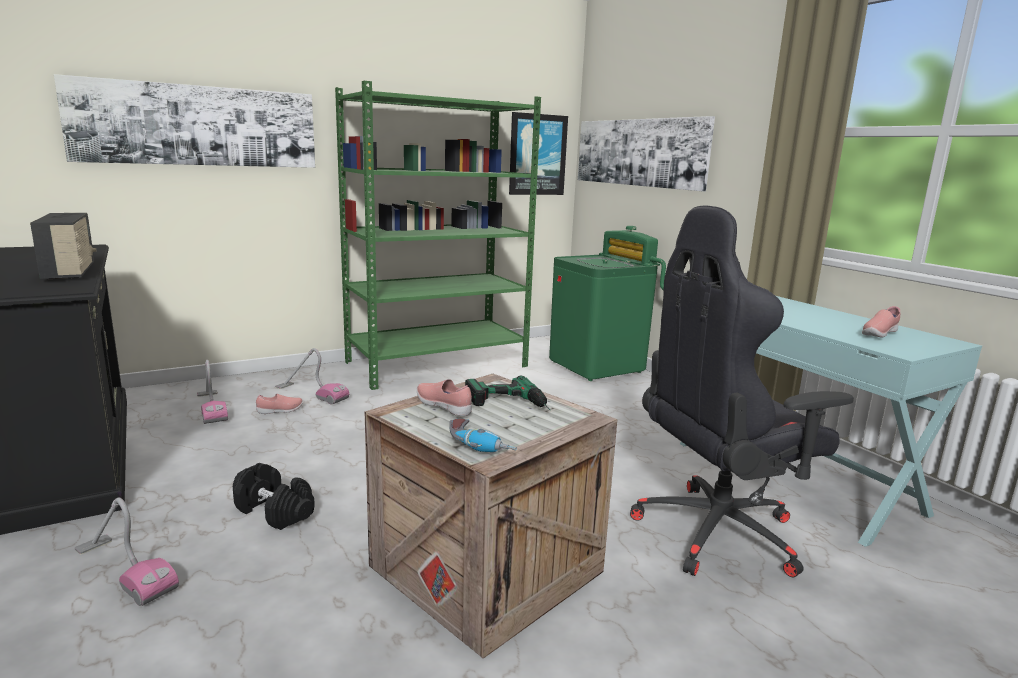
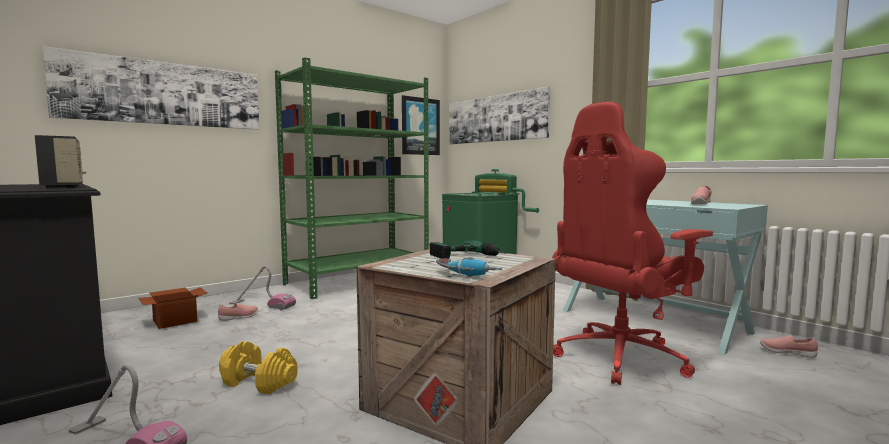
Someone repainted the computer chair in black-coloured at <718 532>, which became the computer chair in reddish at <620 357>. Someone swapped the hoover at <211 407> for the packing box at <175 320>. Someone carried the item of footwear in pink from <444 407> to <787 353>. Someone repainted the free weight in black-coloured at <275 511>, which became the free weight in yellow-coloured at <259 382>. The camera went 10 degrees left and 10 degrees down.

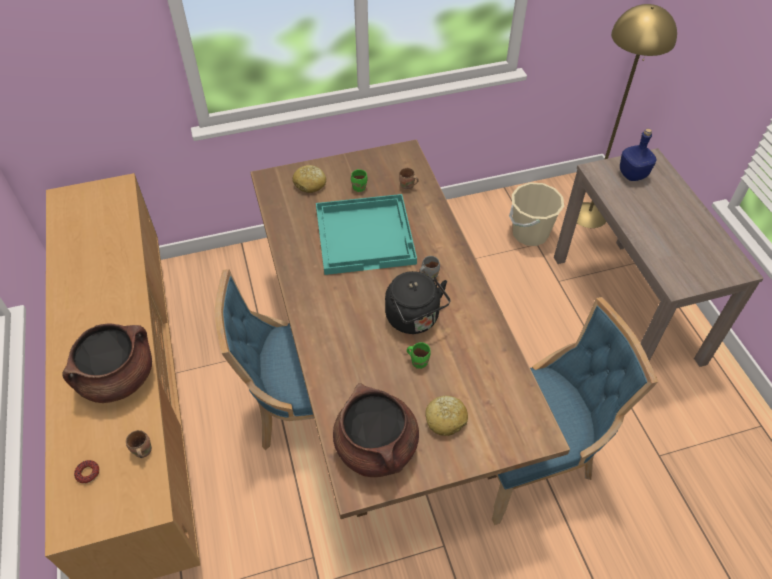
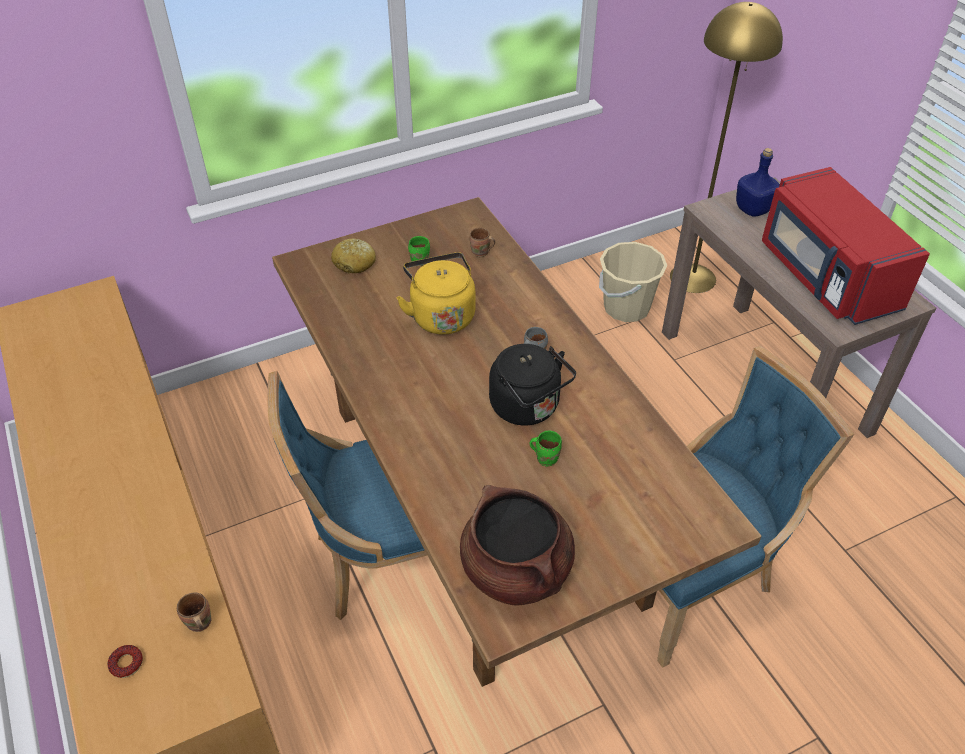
Someone swapped the tray in turquoise-coloured at <365 235> for the kettle in yellow-coloured at <441 315>. Someone took away the cooking pot in brown at <118 378>. Someone took away the bakery bread at <446 419>. Someone put down the microwave in reddish at <825 276>. The camera went 10 degrees left and 5 degrees down.

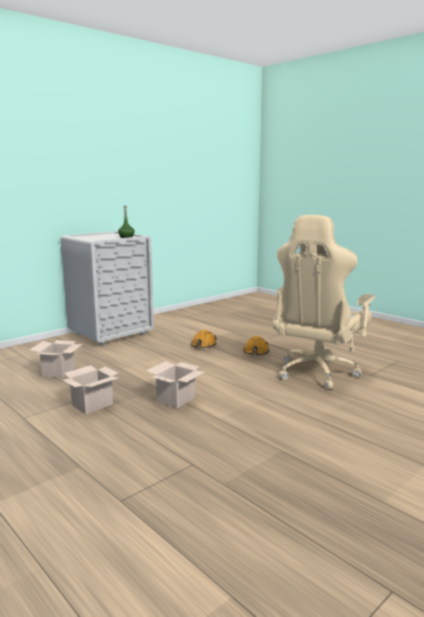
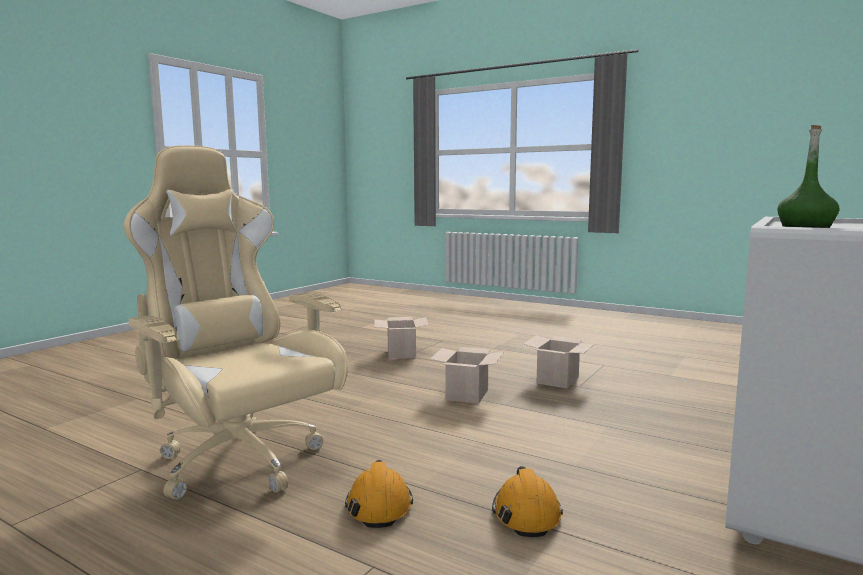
Someone rotated the computer chair in beige at <318 371> by 60 degrees counterclockwise. Someone carried the packing box from <58 372> to <400 353>. The camera went 165 degrees right and 5 degrees down.

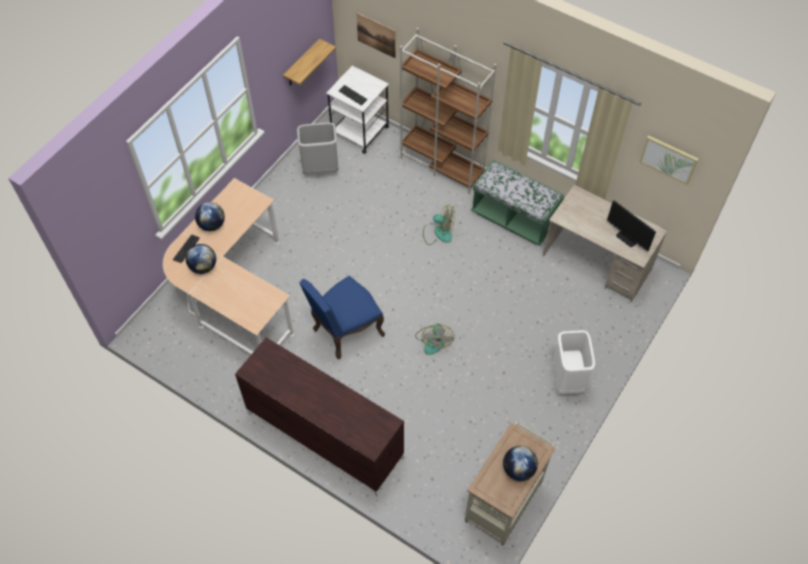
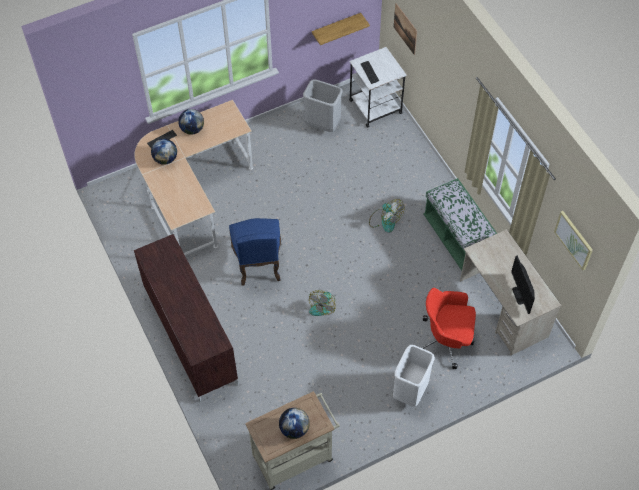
Someone took away the bookcase in brown at <442 166>. Someone rotated the chair in bluish at <345 331> by 90 degrees counterclockwise. Someone put down the computer chair in reddish at <446 340>. The camera went 30 degrees right and 0 degrees up.

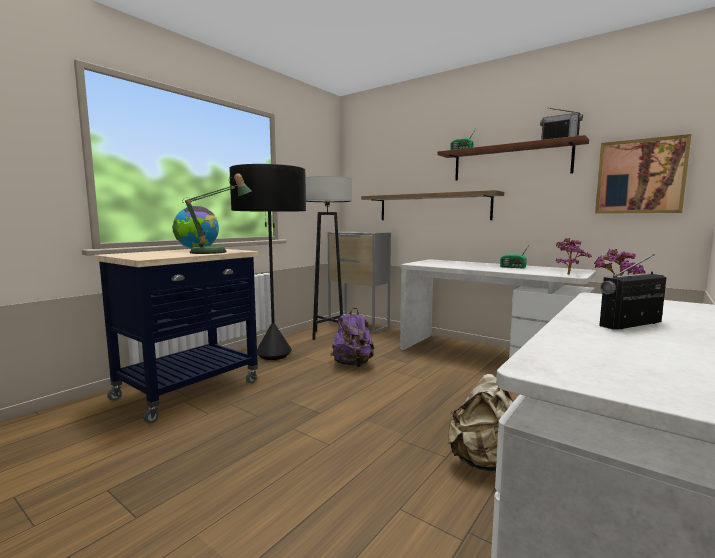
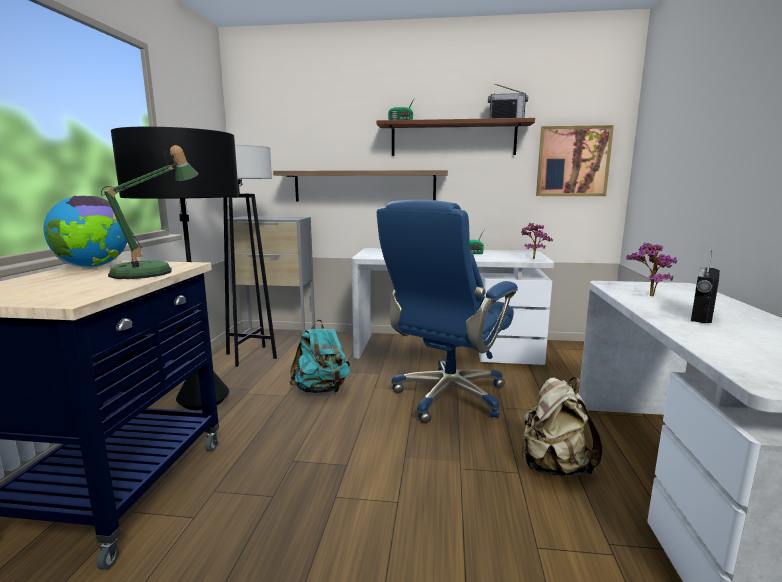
Someone repainted the backpack in purple-coloured at <352 364>, which became the backpack in turquoise-coloured at <321 390>. Someone put down the computer chair in bluish at <446 398>. The camera went 30 degrees left and 5 degrees up.

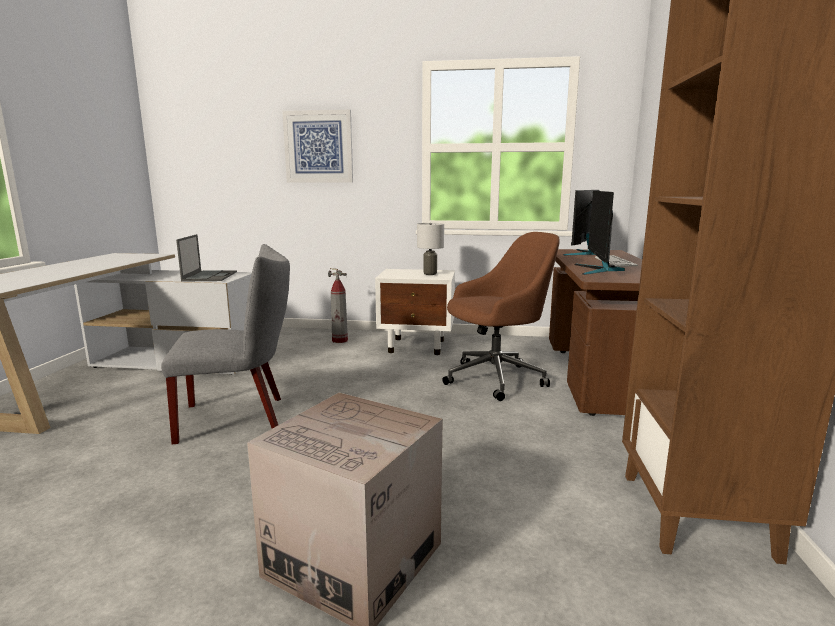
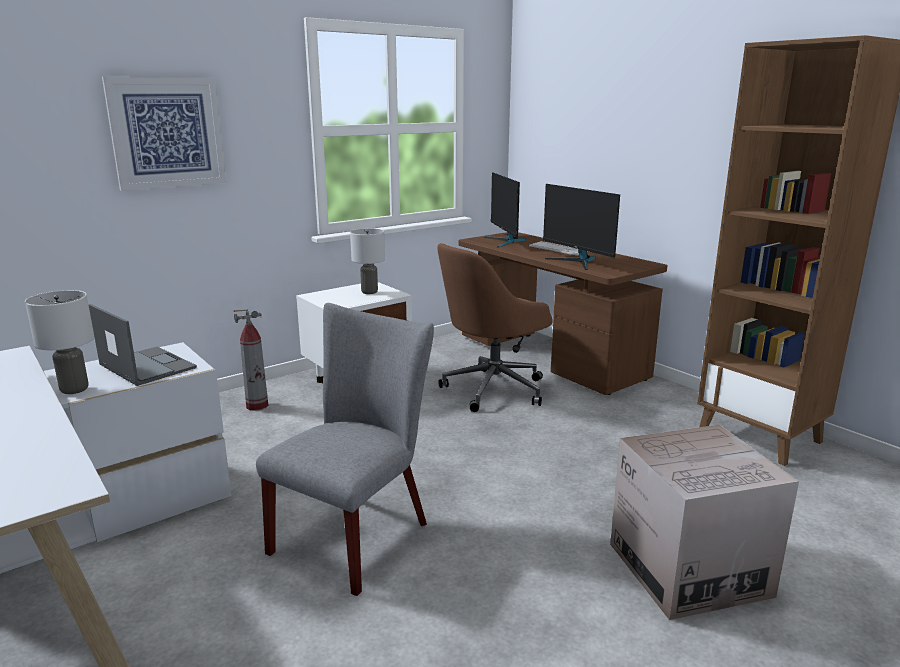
Someone rotated the computer chair in brown at <496 379> by 150 degrees counterclockwise. Someone put down the lamp for a table in whitish at <74 389>. The camera went 45 degrees left and 5 degrees up.

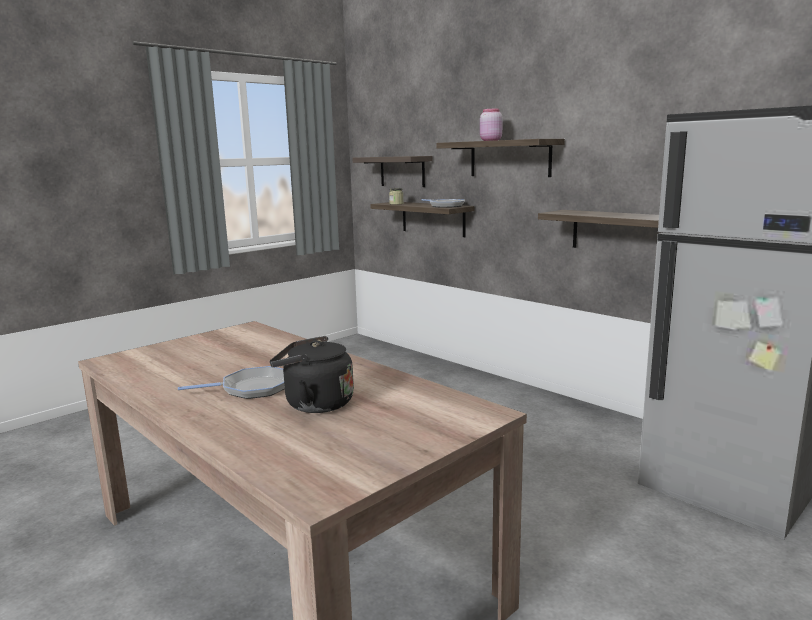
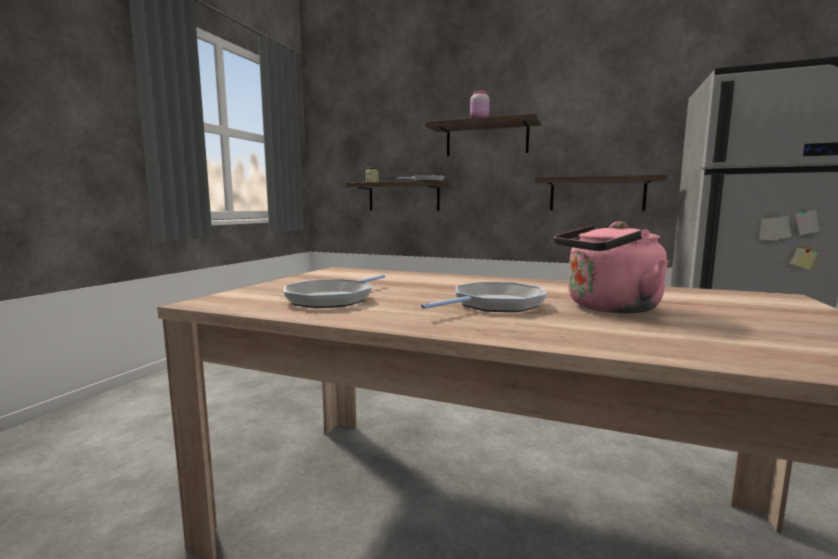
Someone took away the bracket shelf at <402 171>. Someone repainted the kettle in black-coloured at <314 404>, which became the kettle in pink at <607 308>. Someone put down the frying pan at <333 299>. The camera went 25 degrees left and 5 degrees down.

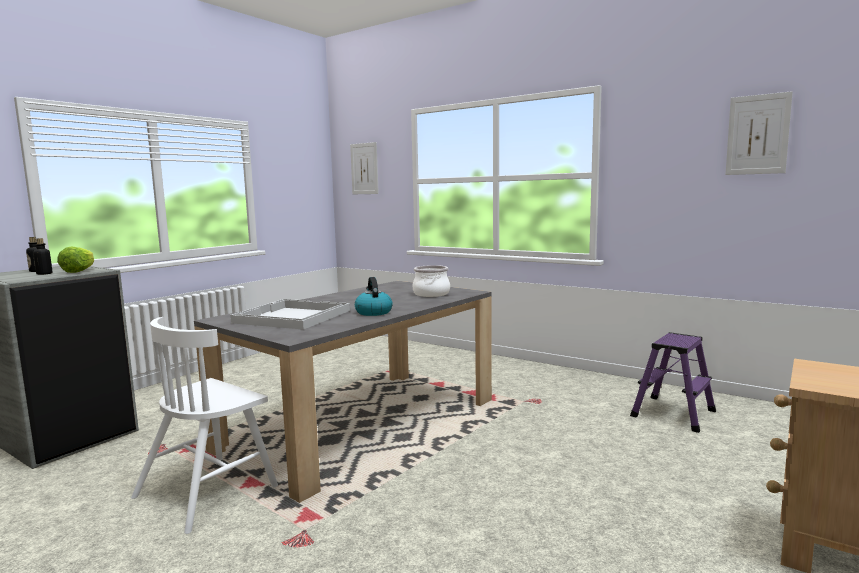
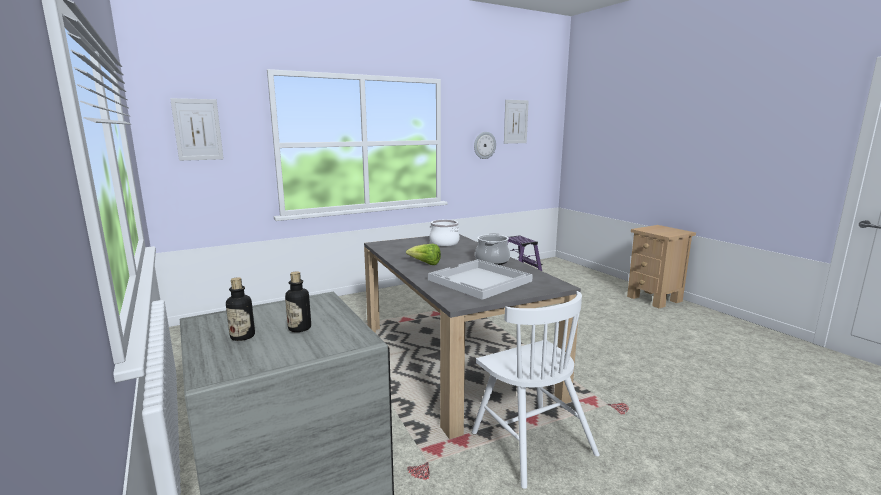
Someone carried the lettuce head from <79 271> to <425 264>. Someone swapped the kettle at <373 312> for the cooking pot at <492 261>. Someone put up the clock on the wall at <484 145>. The camera went 65 degrees left and 5 degrees up.

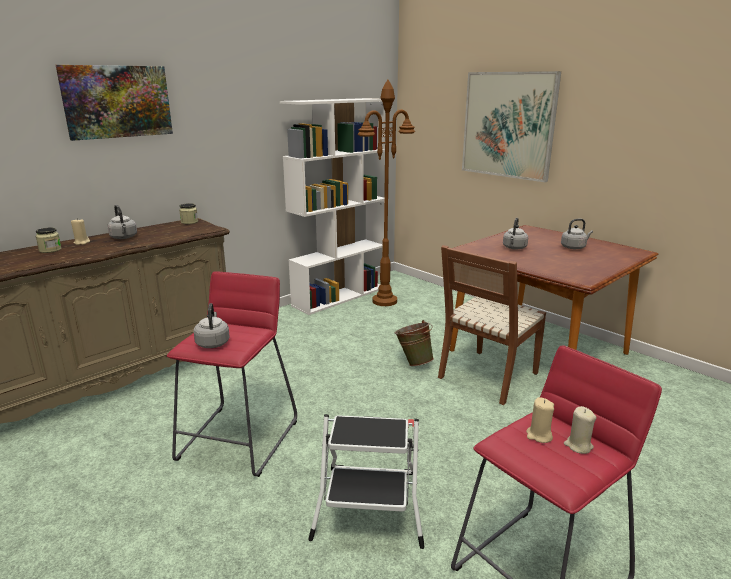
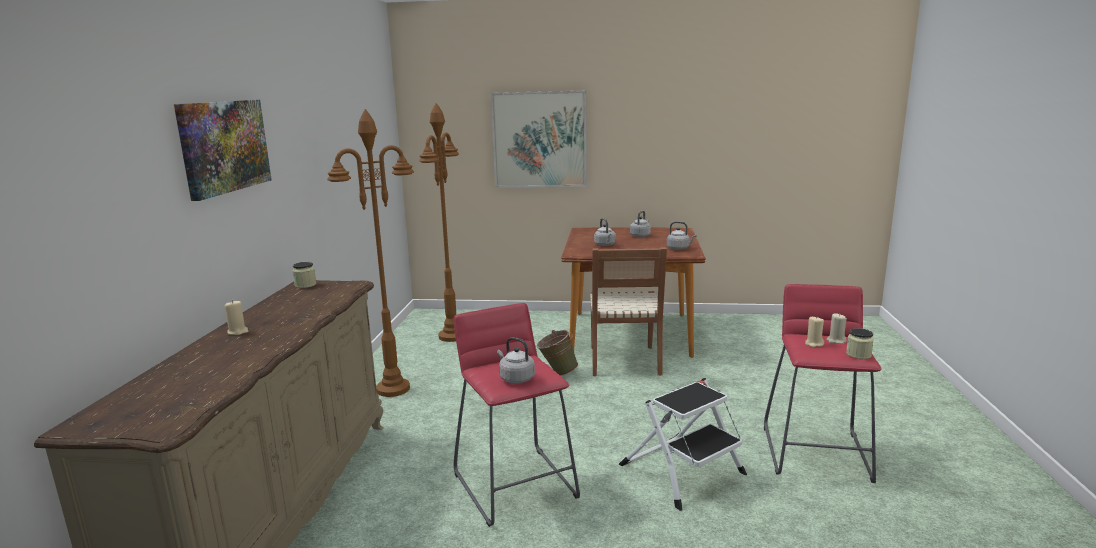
Someone took away the bookcase in whitish at <340 296>. Someone carried the kettle in grey from <124 237> to <679 248>. Someone carried the jar from <50 250> to <858 355>. Someone put down the standard lamp in brown at <392 389>. The camera went 40 degrees left and 5 degrees down.

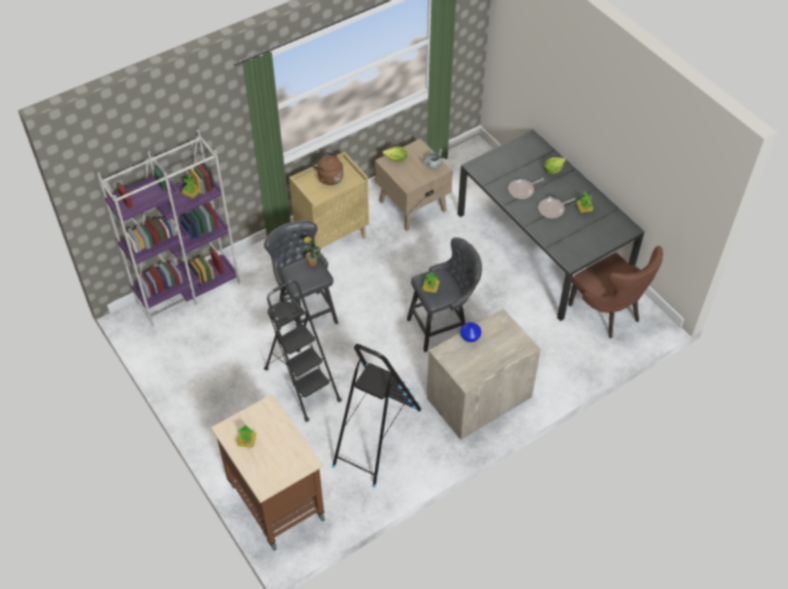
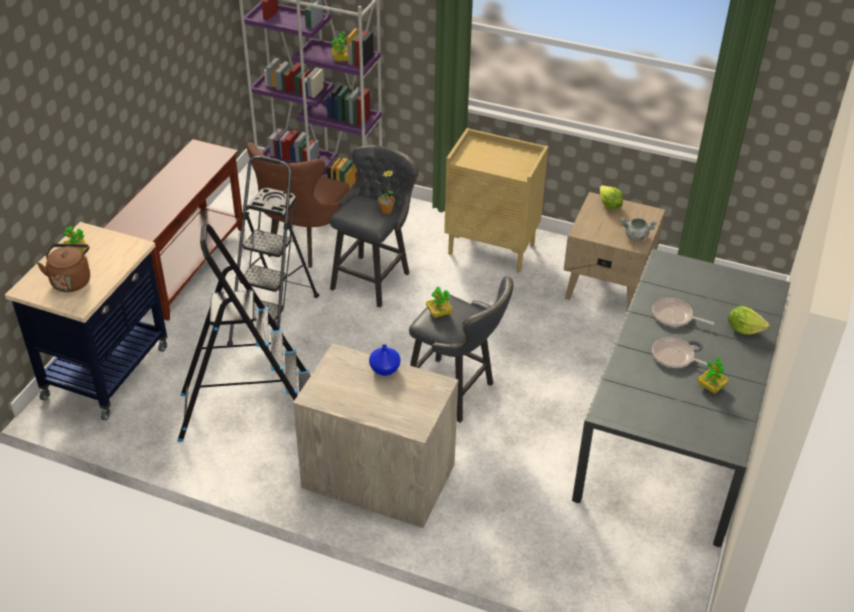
Someone carried the kettle in brown from <329 177> to <71 280>. Someone carried the chair in brown from <608 313> to <303 243>. Someone repainted the wheeled cart in brown at <275 501>, which became the wheeled cart in bluish at <106 372>. Someone put down the console table in brown at <187 267>. The camera went 55 degrees right and 10 degrees down.

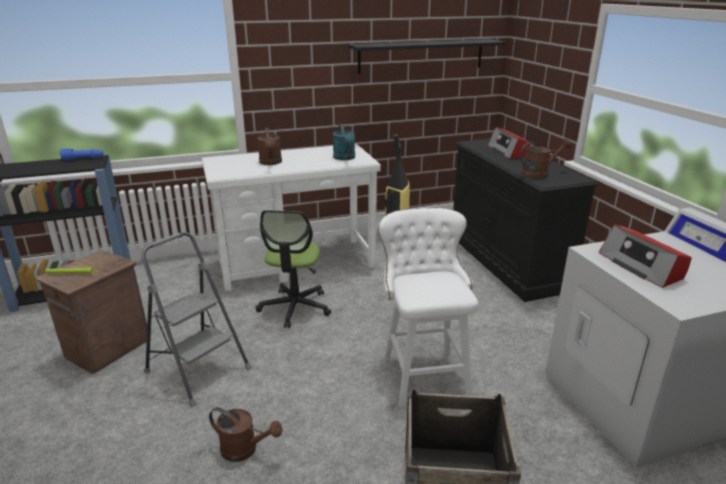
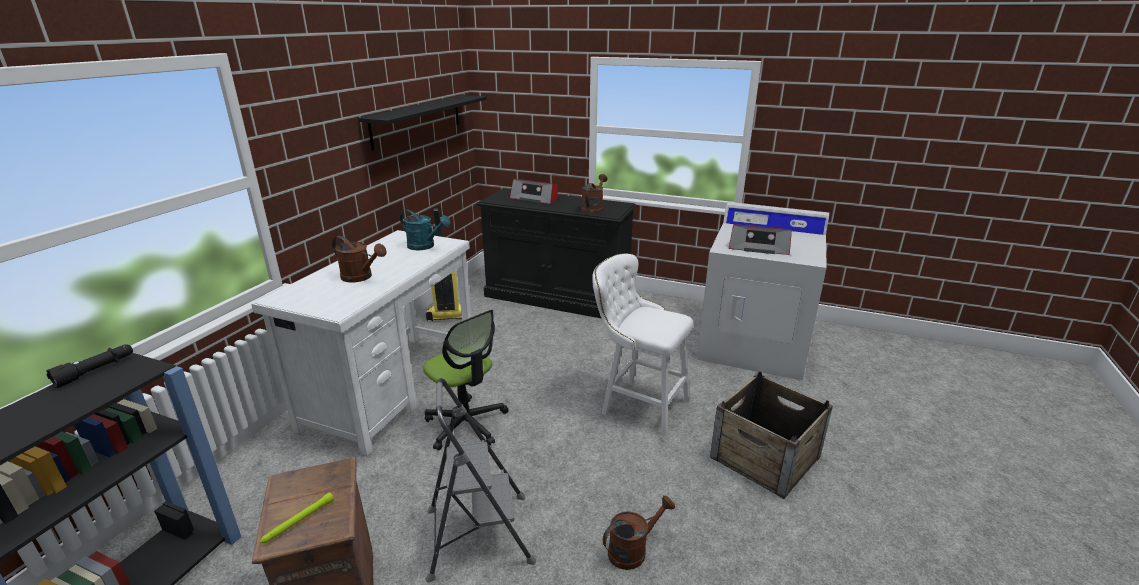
Someone repainted the flashlight in bluish at <83 159>, which became the flashlight in black-coloured at <96 371>. The camera went 50 degrees left and 0 degrees up.

